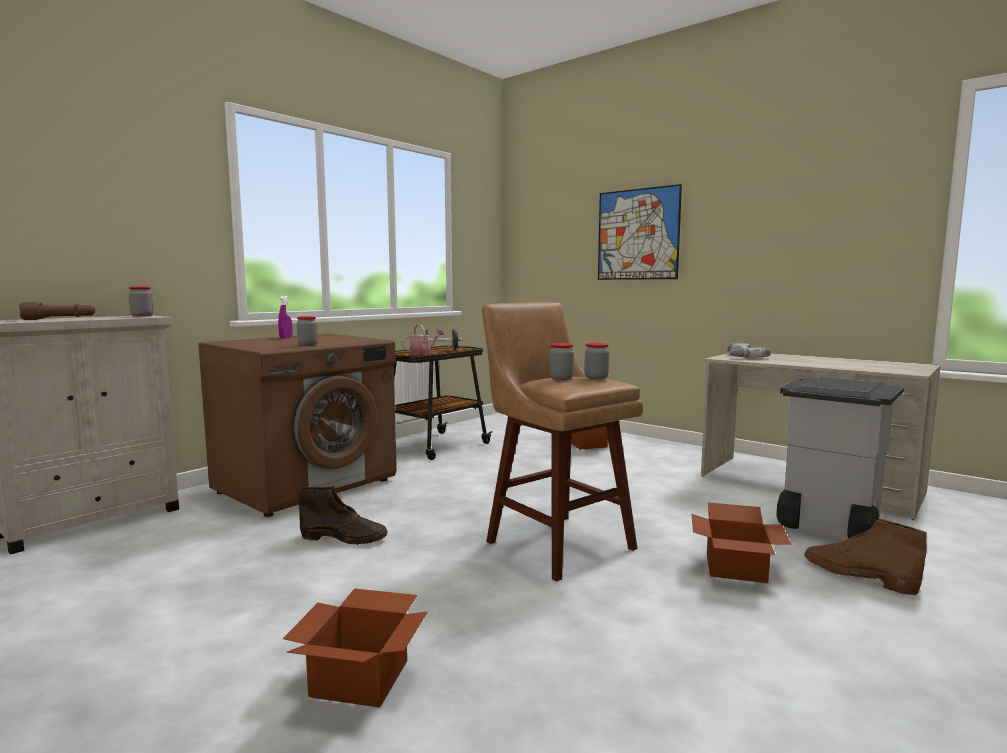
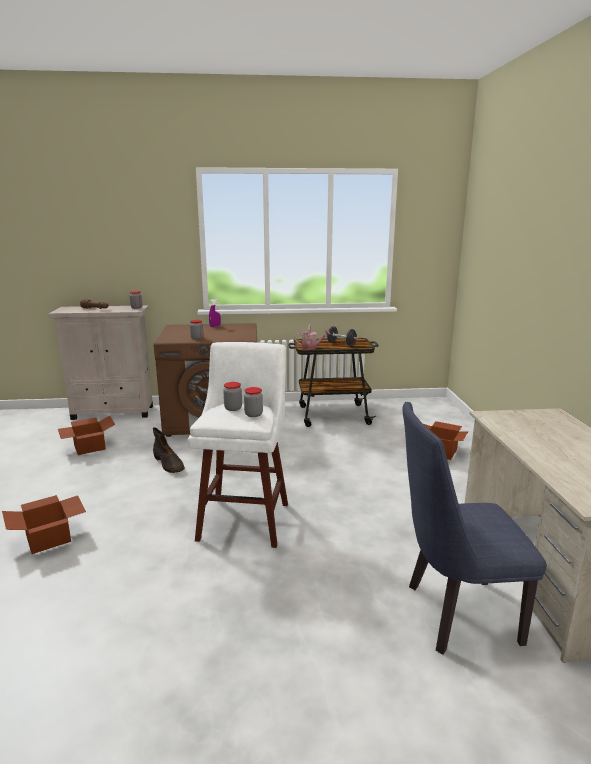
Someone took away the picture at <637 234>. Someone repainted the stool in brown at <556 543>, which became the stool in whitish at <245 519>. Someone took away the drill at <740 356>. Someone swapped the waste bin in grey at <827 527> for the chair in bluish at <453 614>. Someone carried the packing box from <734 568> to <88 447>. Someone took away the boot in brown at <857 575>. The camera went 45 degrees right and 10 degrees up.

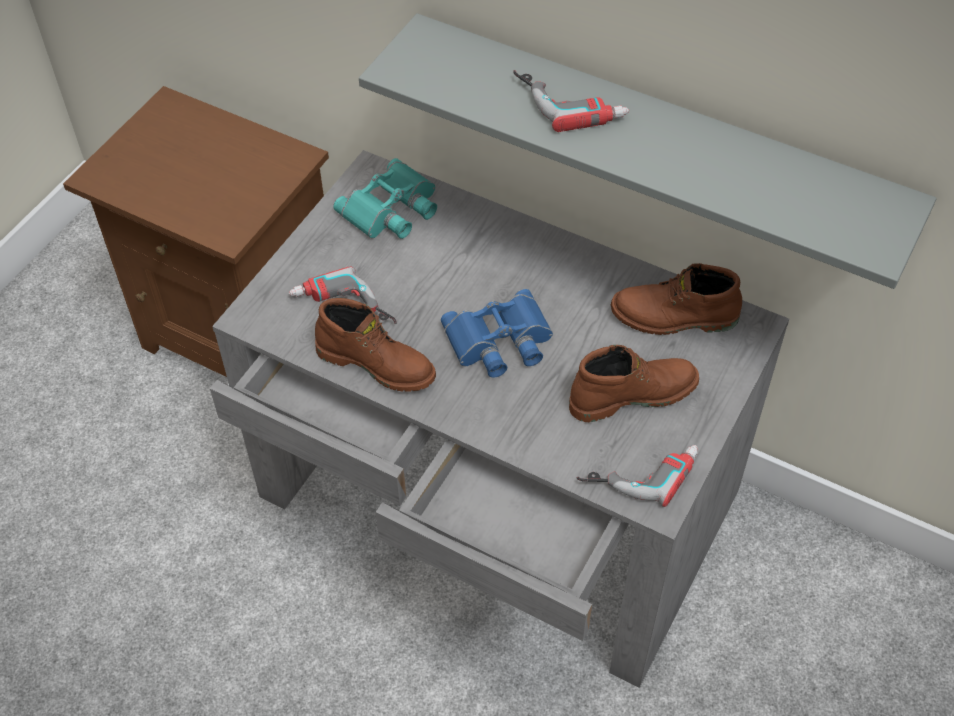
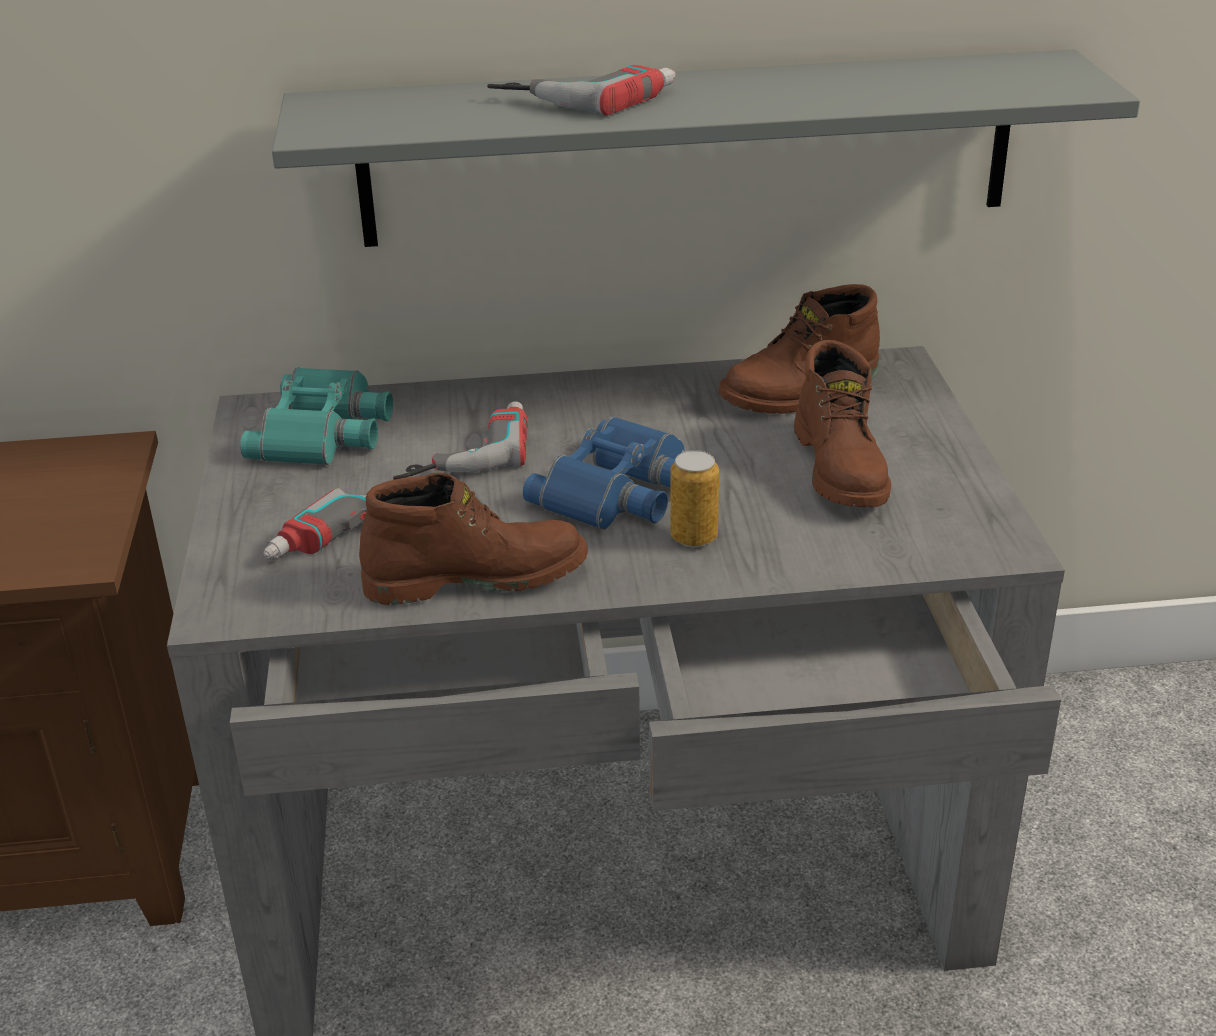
Someone rotated the boot in brown at <632 394> by 135 degrees clockwise. Someone carried the drill from <639 469> to <463 451>. Someone put down the can at <694 537>. The camera went 35 degrees left and 20 degrees down.

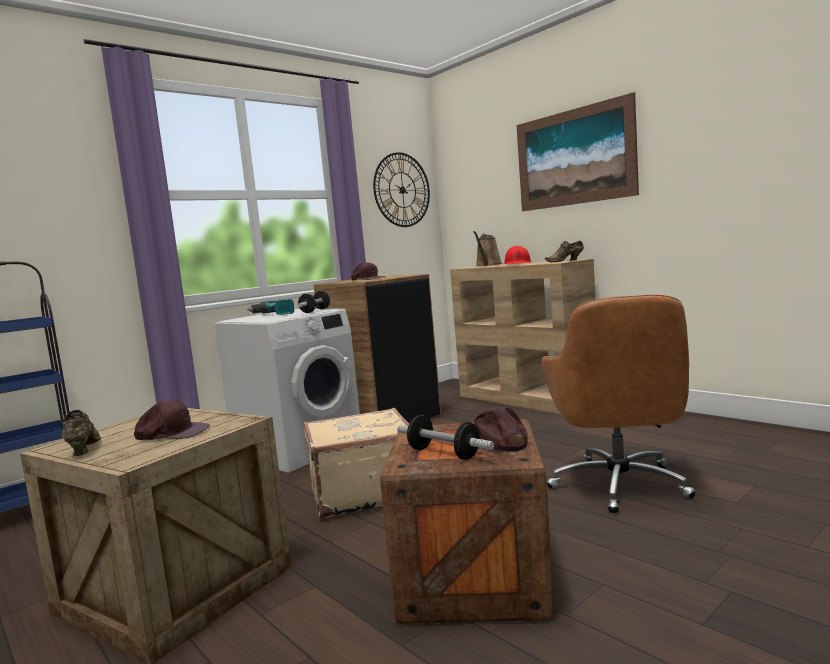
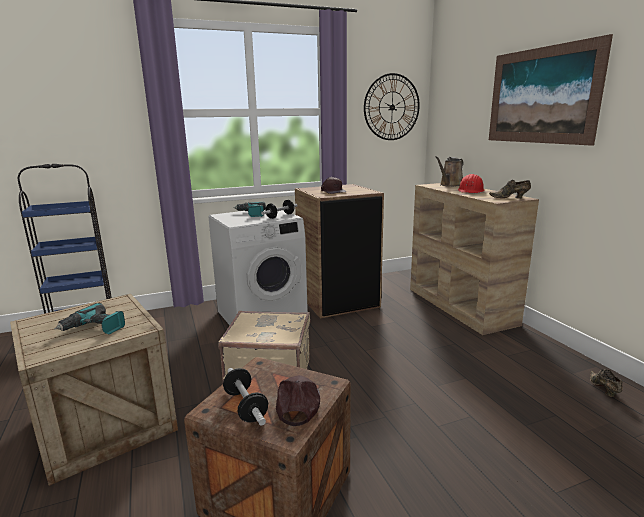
Someone took away the computer chair in brown at <618 485>. Someone swapped the peaked cap in brown at <172 433> for the drill at <94 328>. Someone carried the item of footwear in brown from <83 449> to <603 389>. The camera went 20 degrees right and 10 degrees up.

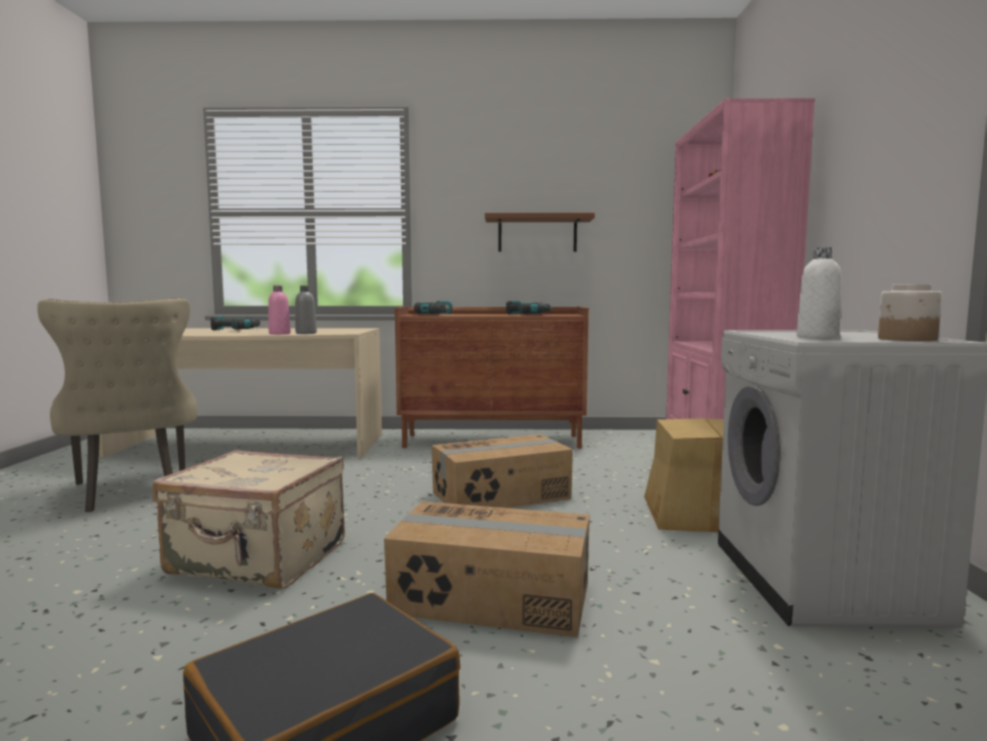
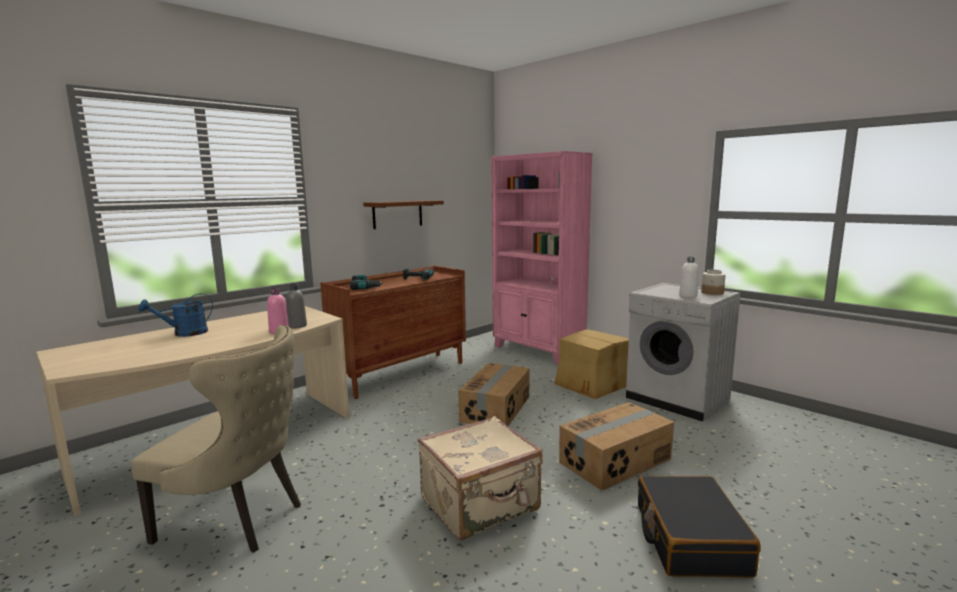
Someone swapped the drill at <235 329> for the watering can in bluish at <184 333>. The camera went 45 degrees left and 5 degrees up.

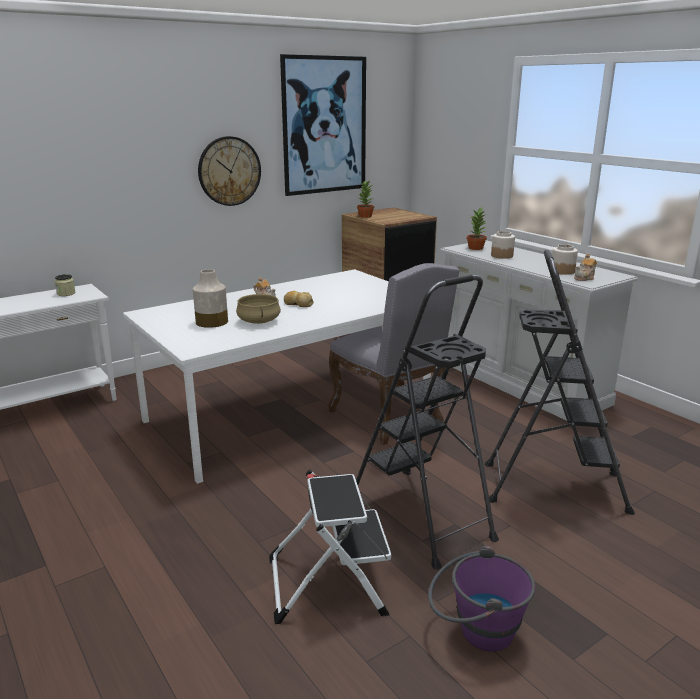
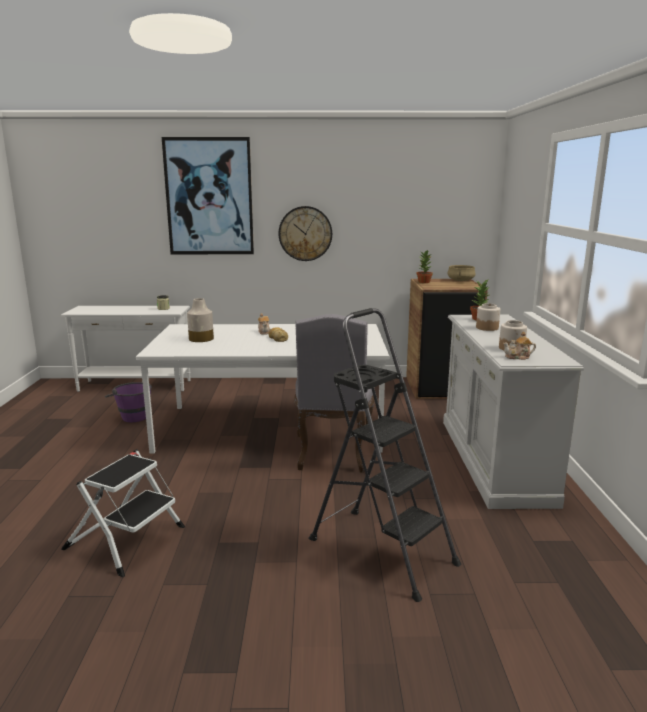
Someone carried the picture from <324 126> to <209 197>. Someone took away the stepladder at <421 515>. Someone carried the cooking pot in beige from <258 321> to <460 280>. Someone carried the bucket in purple-coloured from <475 631> to <131 416>. The camera went 35 degrees right and 5 degrees down.

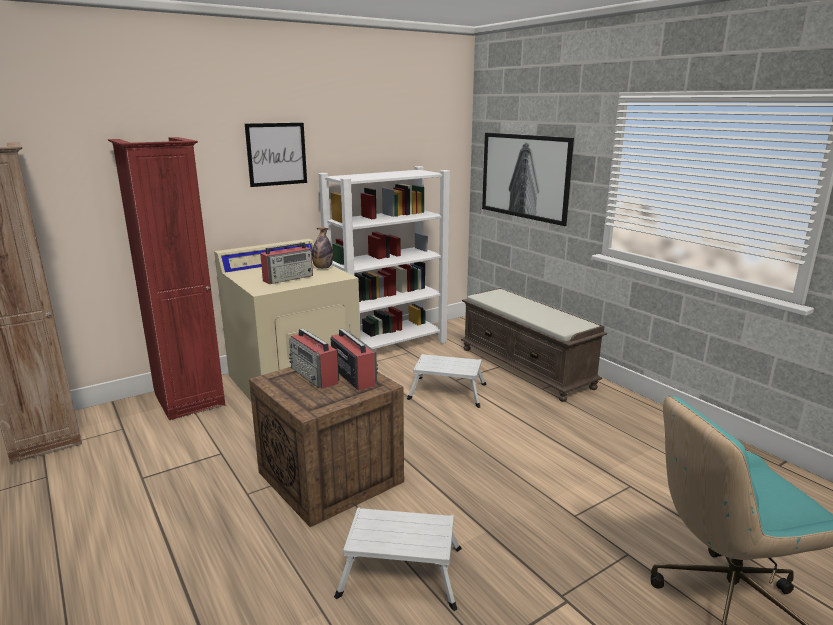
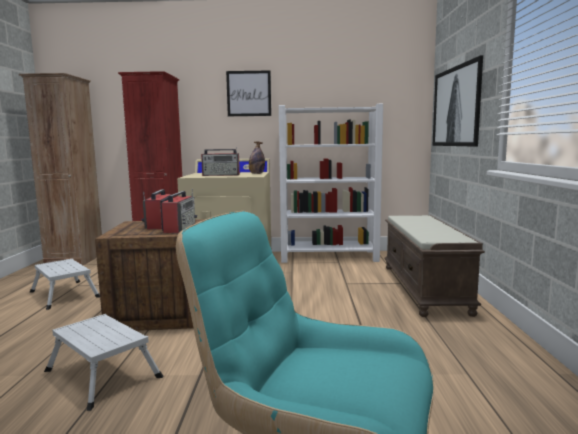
Someone carried the stepladder in whitish from <447 391> to <64 294>. The camera went 35 degrees right and 10 degrees down.

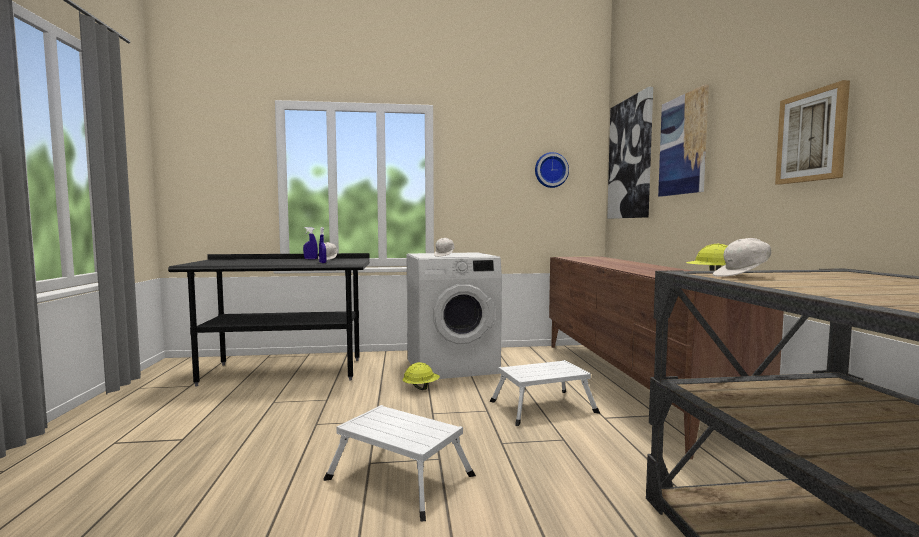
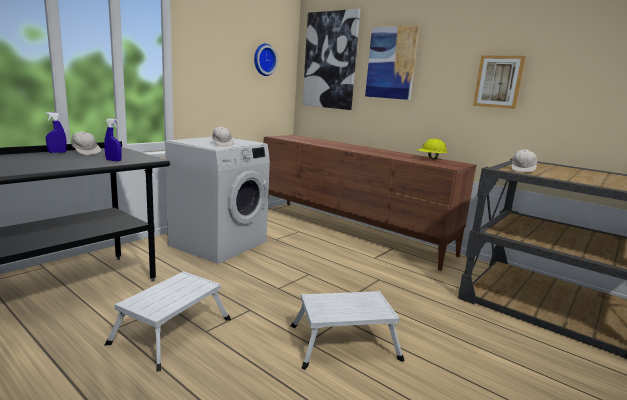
Someone carried the stepladder in whitish from <543 407> to <172 330>. Someone took away the work helmet in yellow-coloured at <421 388>. The camera went 45 degrees left and 10 degrees up.

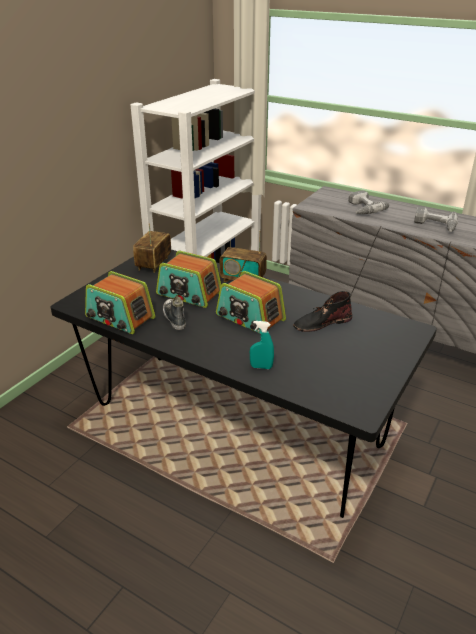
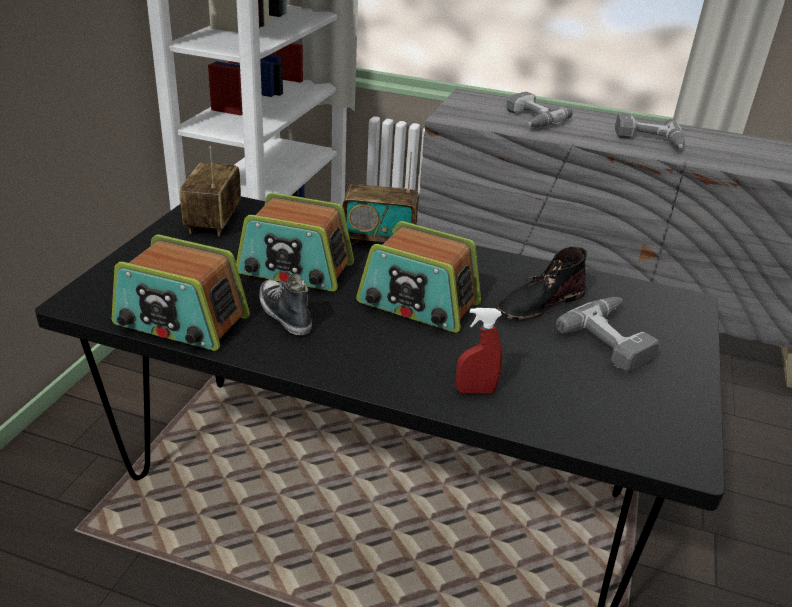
Someone repainted the hand sprayer in turquoise-coloured at <261 367>, which became the hand sprayer in reddish at <475 391>. Someone put down the drill at <615 339>. The camera went 15 degrees left and 0 degrees up.

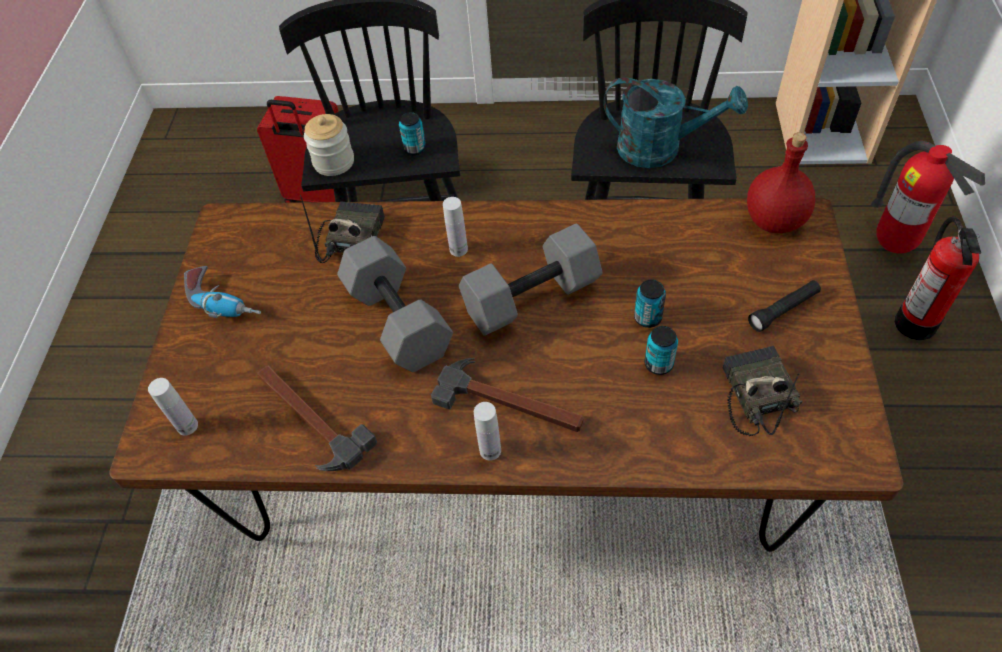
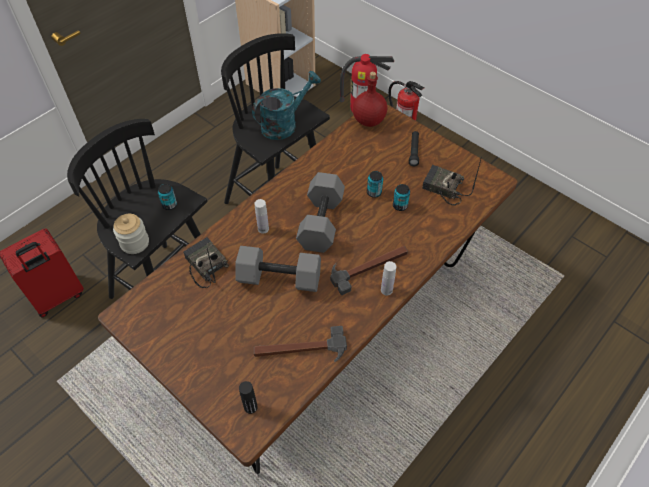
Someone took away the drill at <225 301>. Someone repainted the bottle in whitish at <187 426>, which became the bottle in black-coloured at <250 407>. The camera went 55 degrees left and 0 degrees up.

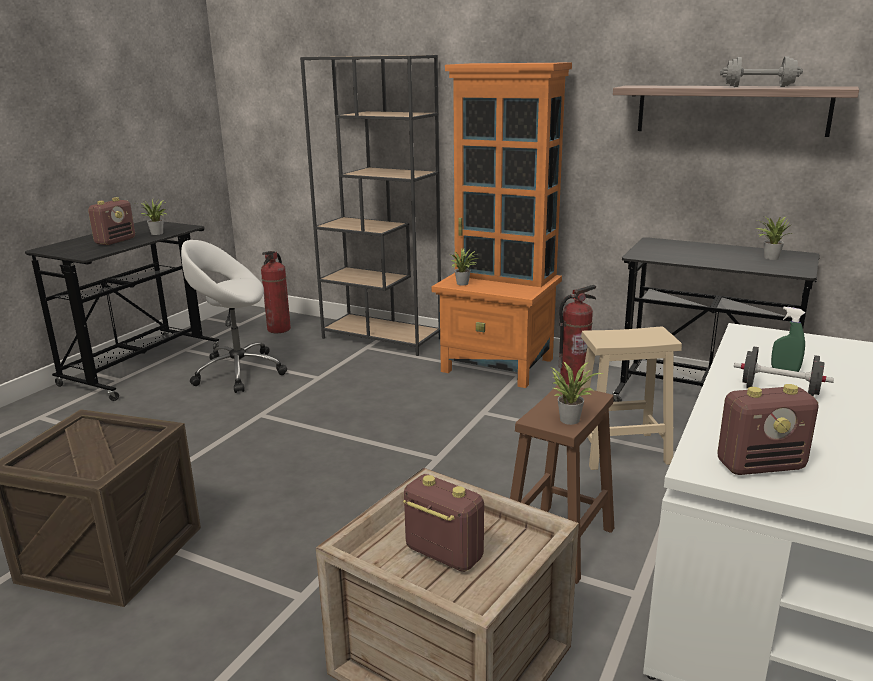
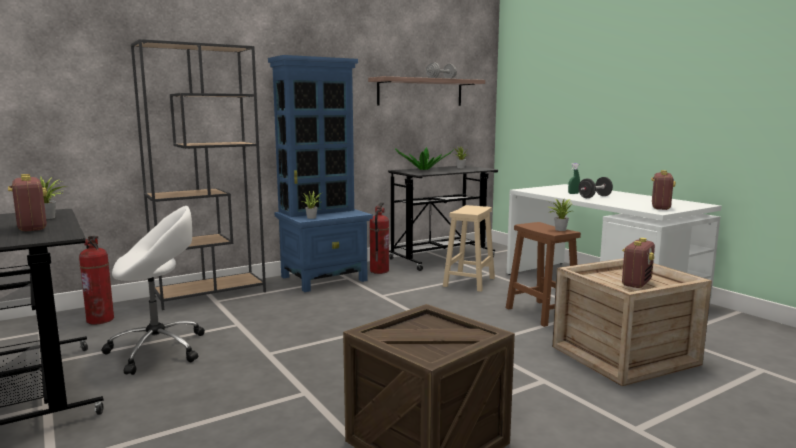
Someone repainted the storage cabinet in orange at <497 366>, which became the storage cabinet in bluish at <324 279>. Someone rotated the computer chair in whitish at <237 372> by 135 degrees counterclockwise. Someone rotated the radio receiver at <443 554> by 150 degrees clockwise. Someone put down the potted plant at <424 170>. The camera went 60 degrees left and 10 degrees down.

